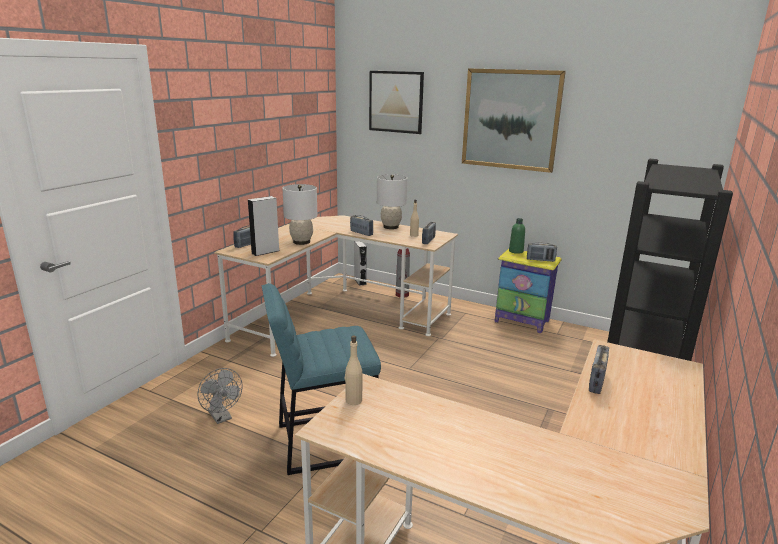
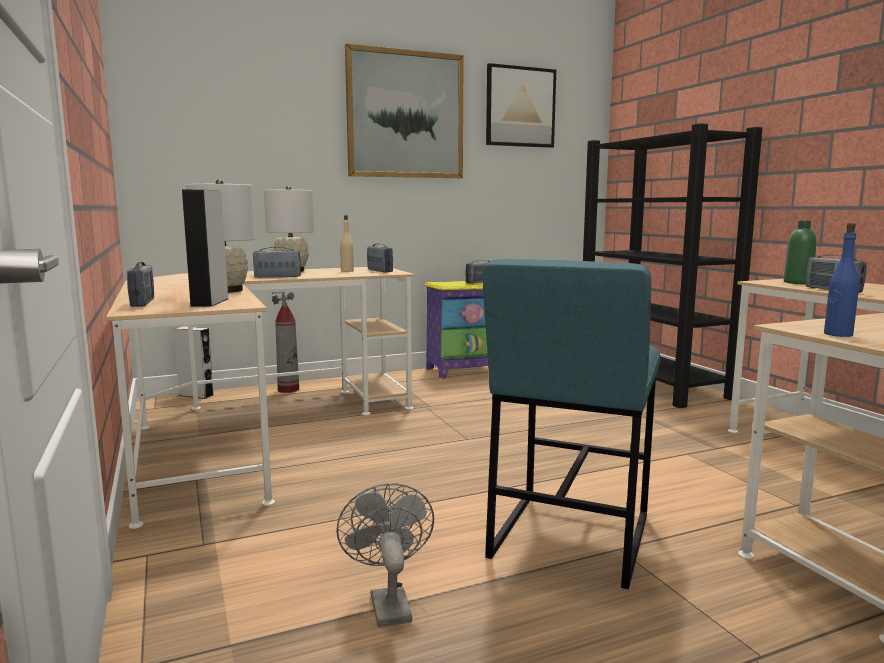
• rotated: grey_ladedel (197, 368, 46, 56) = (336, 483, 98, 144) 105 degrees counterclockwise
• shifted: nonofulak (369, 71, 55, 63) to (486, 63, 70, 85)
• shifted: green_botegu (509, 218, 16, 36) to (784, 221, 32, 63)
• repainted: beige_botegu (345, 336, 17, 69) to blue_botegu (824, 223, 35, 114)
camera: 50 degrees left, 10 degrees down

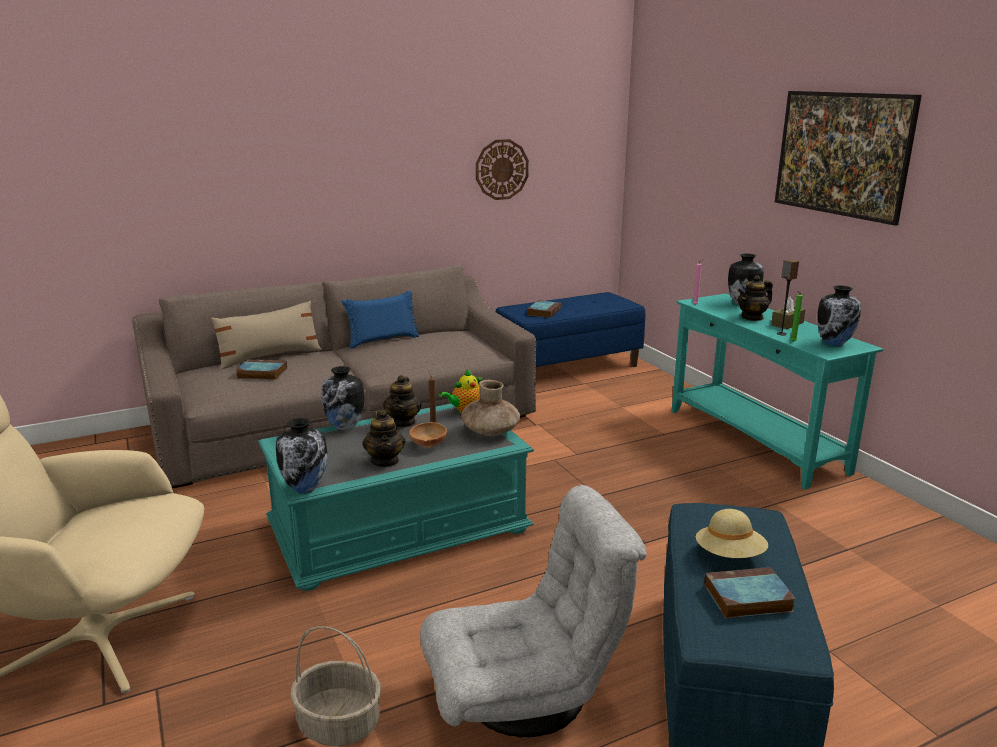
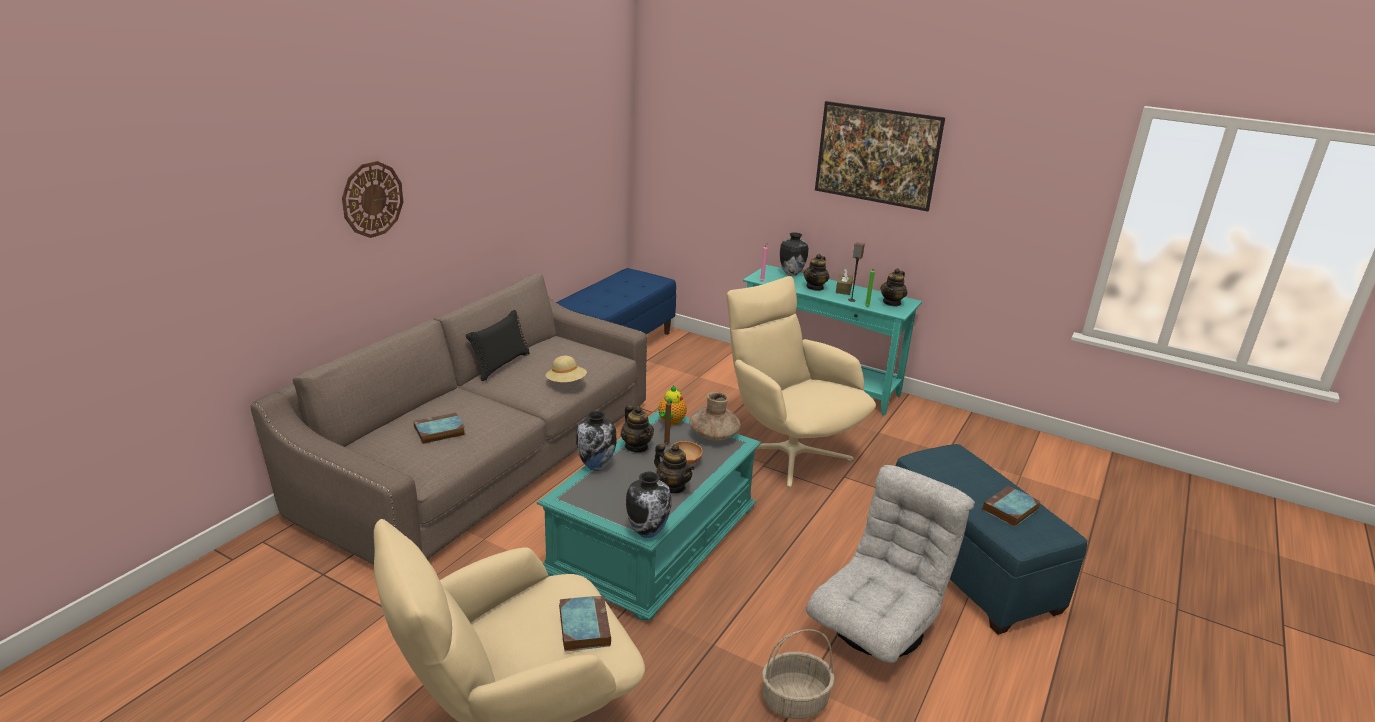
• shifted: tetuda (476, 139, 53, 61) to (342, 161, 61, 77)
• repainted: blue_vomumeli (342, 291, 77, 57) to black_vomumeli (466, 310, 64, 71)
• shifted: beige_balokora (696, 509, 72, 49) to (546, 356, 41, 26)
• shifted: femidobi (527, 300, 34, 18) to (559, 595, 52, 57)
• new: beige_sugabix (727, 276, 149, 212)
• swapped: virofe (817, 285, 44, 61) to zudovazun (881, 268, 26, 39)
• gone: beige_vomumeli (211, 301, 111, 69)
camera: 35 degrees left, 5 degrees up

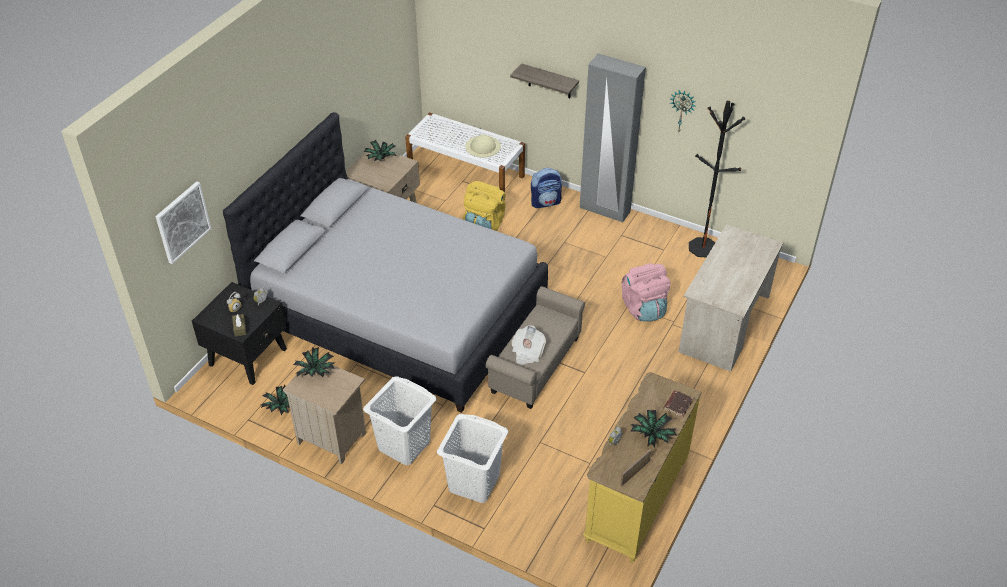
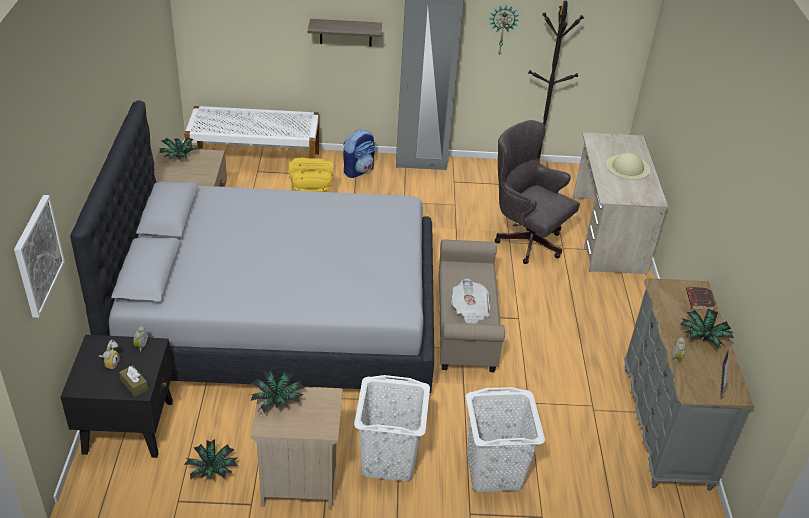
• swapped: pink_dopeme (622, 263, 49, 59) to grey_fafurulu (495, 120, 85, 144)
• shifted: beige_balokora (465, 135, 36, 22) to (606, 153, 44, 27)
• repainted: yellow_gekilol (583, 372, 119, 191) to grey_gekilol (624, 278, 130, 213)
camera: 30 degrees left, 5 degrees down

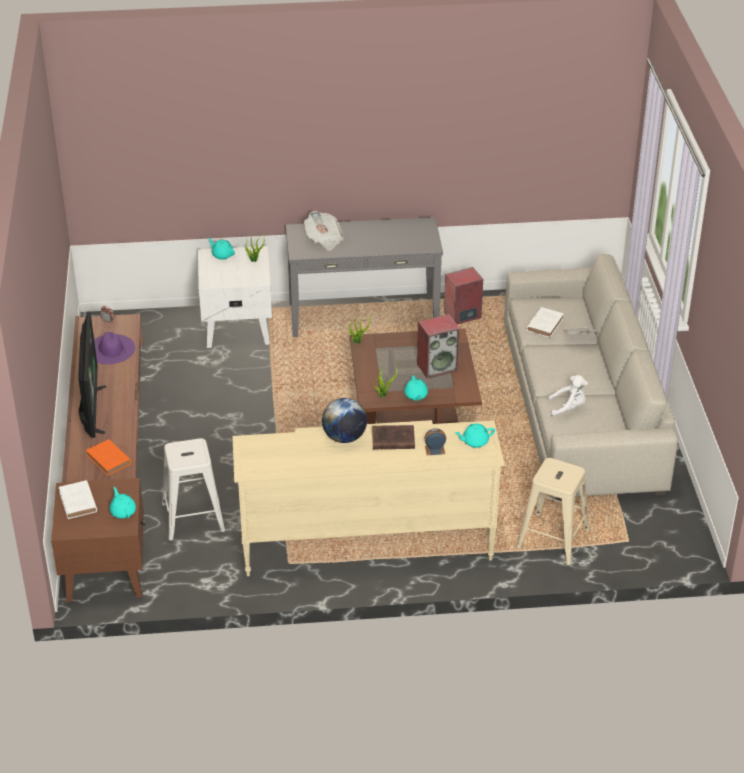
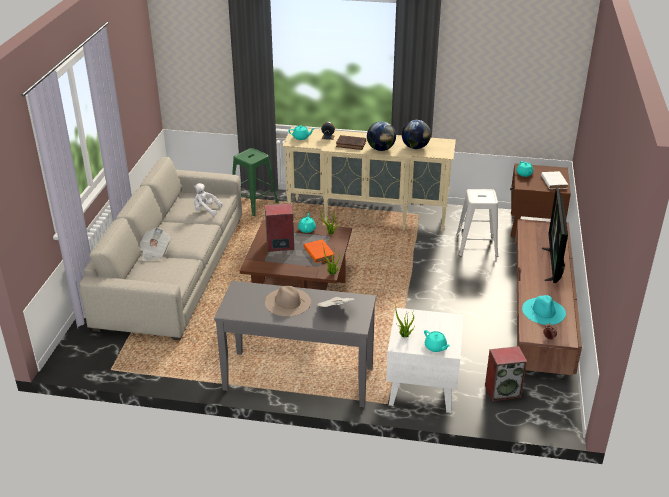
• repainted: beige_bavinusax (516, 458, 73, 108) to green_bavinusax (232, 148, 47, 68)
• new: beige_balokora (265, 286, 46, 31)
• shifted: orange_femidobi (86, 439, 45, 36) to (304, 239, 31, 24)
• new: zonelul (402, 120, 29, 29)
• shifted: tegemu (444, 267, 39, 58) to (485, 346, 42, 55)
• repainted: purple_balokora (94, 332, 41, 32) to turquoise_balokora (522, 295, 44, 30)
• gone: white_femidobi (526, 307, 38, 30)
camera: 165 degrees left, 5 degrees down

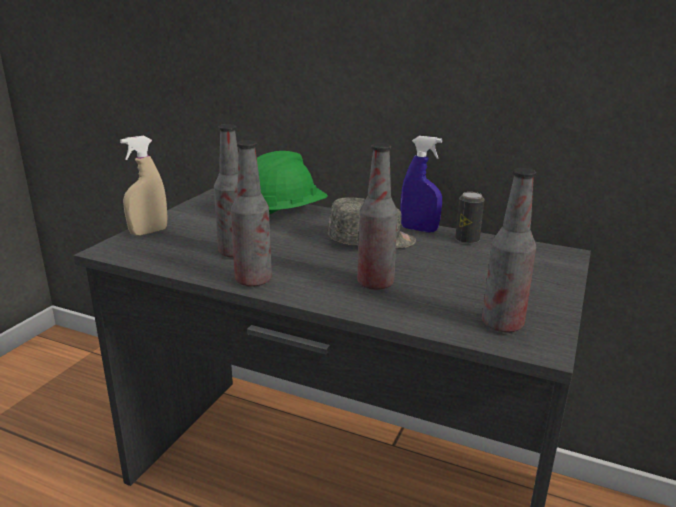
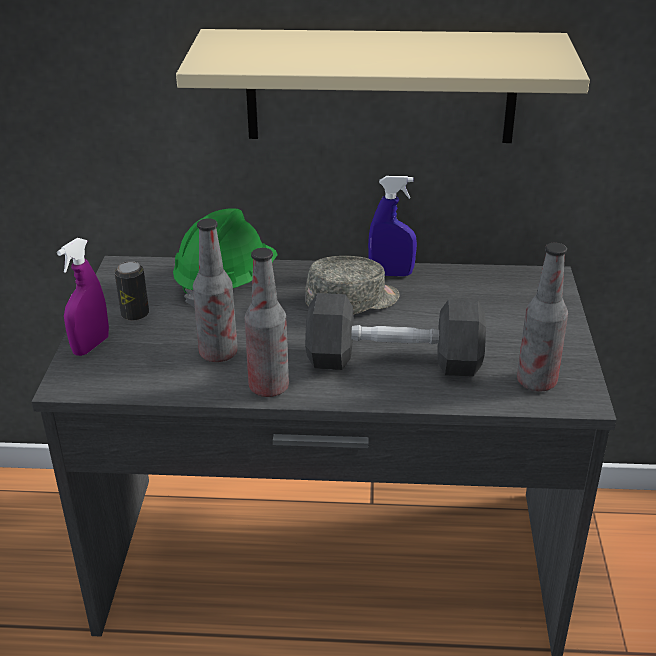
• repainted: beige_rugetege (120, 136, 48, 100) to purple_rugetege (57, 238, 52, 118)
• shifted: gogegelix (455, 192, 30, 52) to (115, 261, 34, 60)
• new: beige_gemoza (176, 29, 414, 114)
• swapped: botegu (357, 143, 41, 147) to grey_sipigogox (305, 293, 181, 84)
camera: 20 degrees left, 10 degrees up

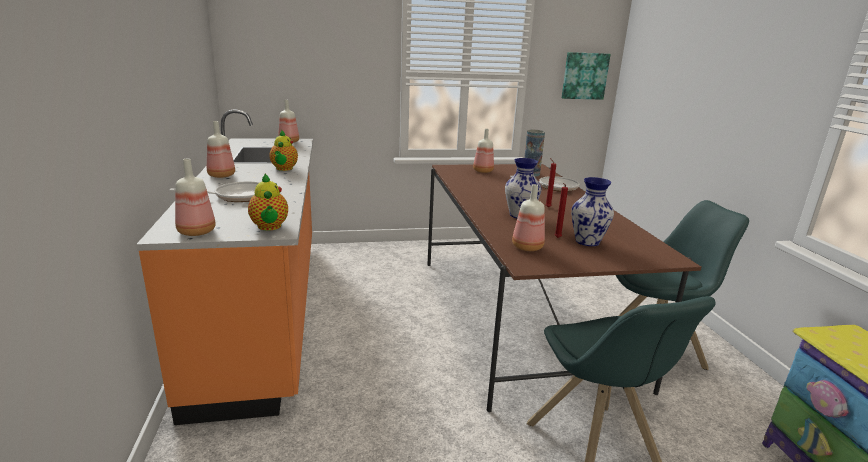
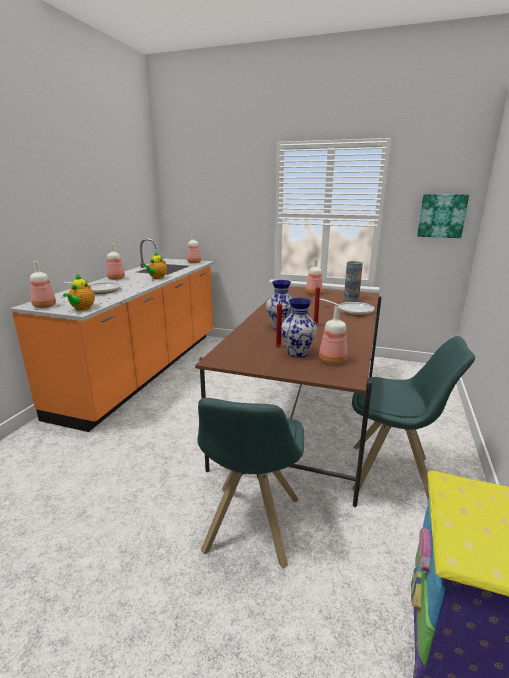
• shifted: botegu (512, 184, 33, 67) to (319, 306, 28, 58)
camera: 30 degrees right, 0 degrees up

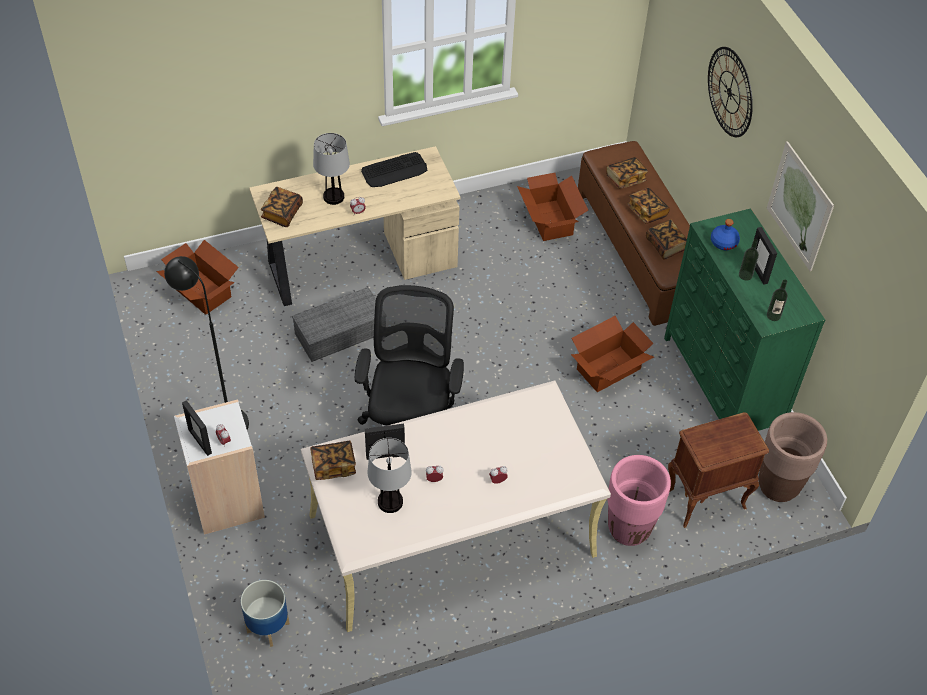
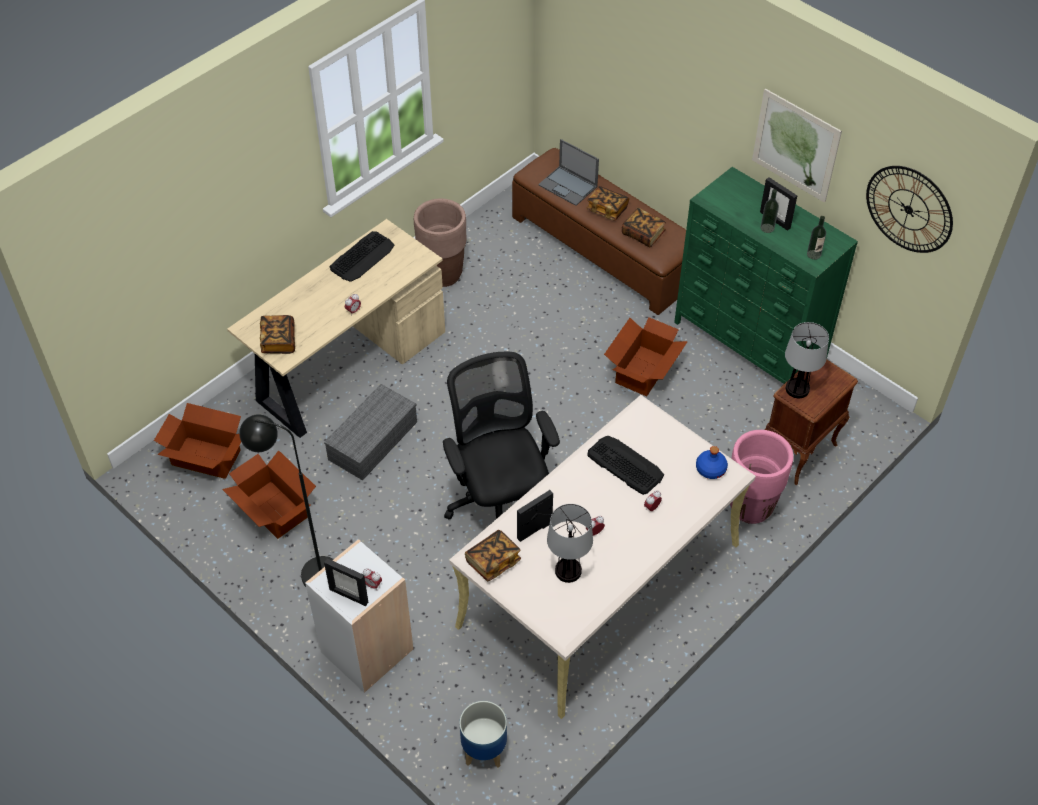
• shifted: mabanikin (517, 173, 71, 68) to (222, 450, 94, 89)
• shifted: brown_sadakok (759, 412, 68, 90) to (414, 198, 52, 89)
• swapped: femidobi (606, 157, 42, 32) to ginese (538, 139, 61, 67)
• new: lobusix (587, 435, 77, 60)
• shifted: blue_botegu (711, 219, 29, 31) to (696, 446, 32, 33)
• shifted: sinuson (313, 133, 37, 72) to (785, 322, 44, 76)
• shifted: tetuda (708, 47, 45, 90) to (866, 166, 87, 87)
camera: 25 degrees left, 0 degrees up

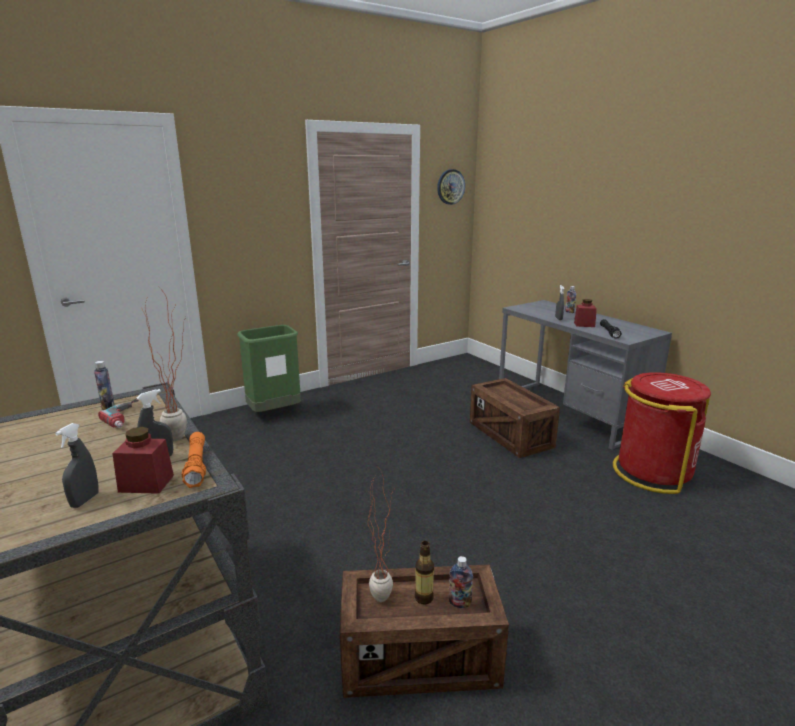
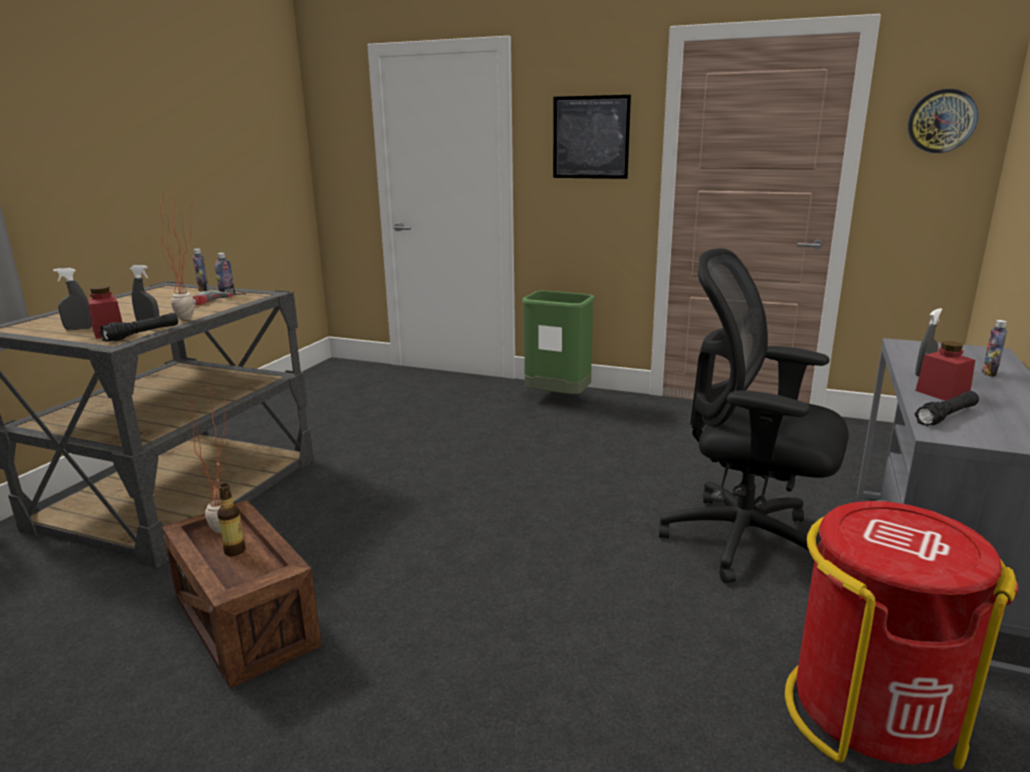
• repainted: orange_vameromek (182, 432, 24, 56) to black_vameromek (99, 313, 79, 29)
• shifted: botegu (448, 556, 25, 52) to (193, 249, 16, 43)
• new: nonofulak (553, 95, 78, 84)
• swapped: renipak (470, 378, 90, 80) to black_fafurulu (659, 248, 190, 335)
camera: 55 degrees right, 0 degrees up

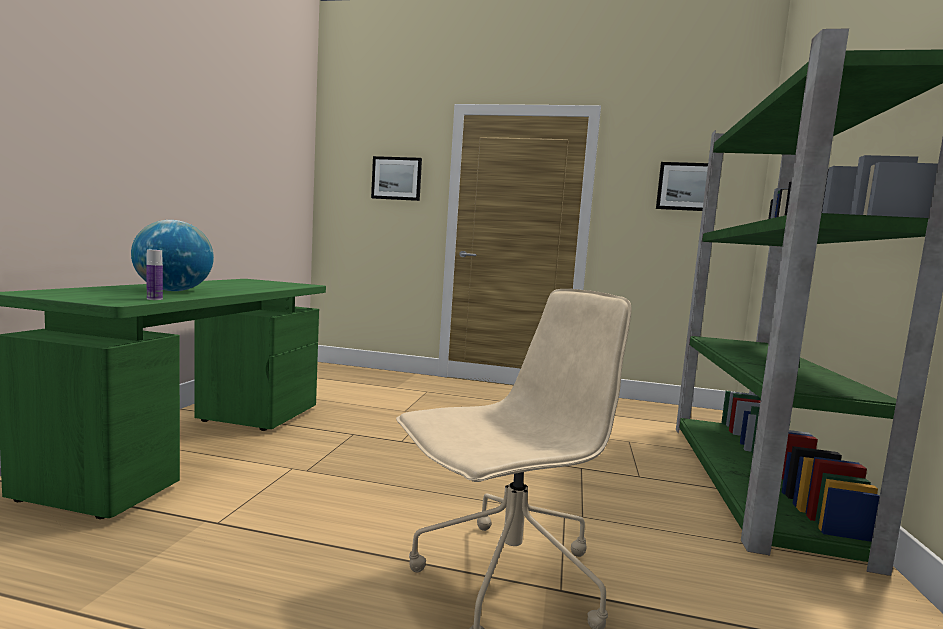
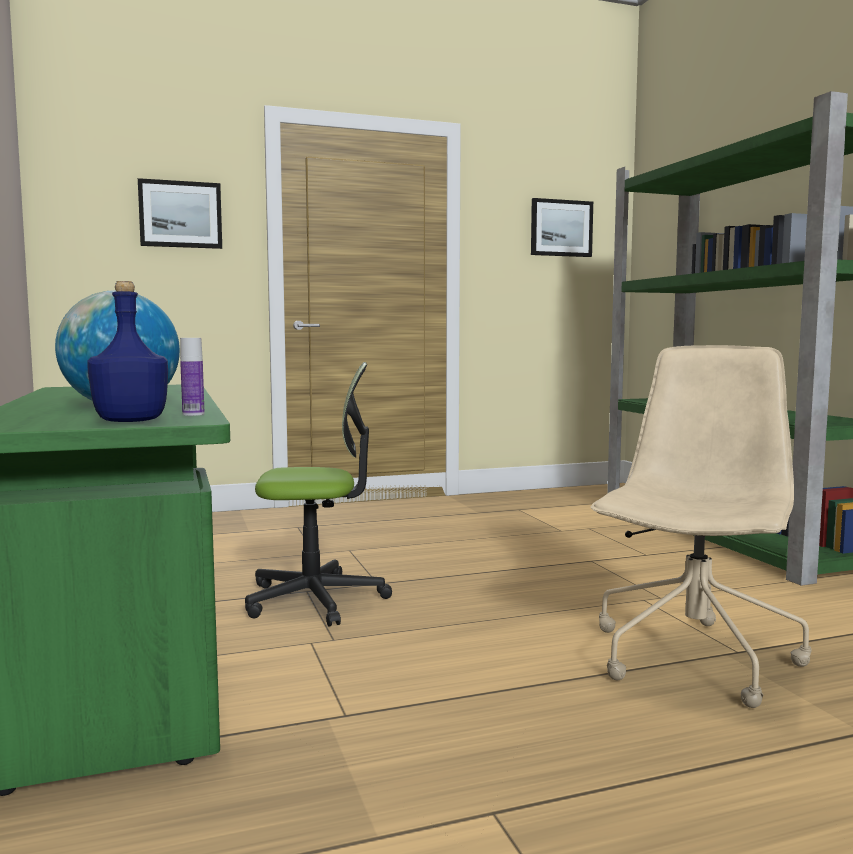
• new: blue_botegu (88, 281, 80, 141)
• new: fafurulu (245, 362, 147, 264)
camera: 30 degrees left, 0 degrees up

